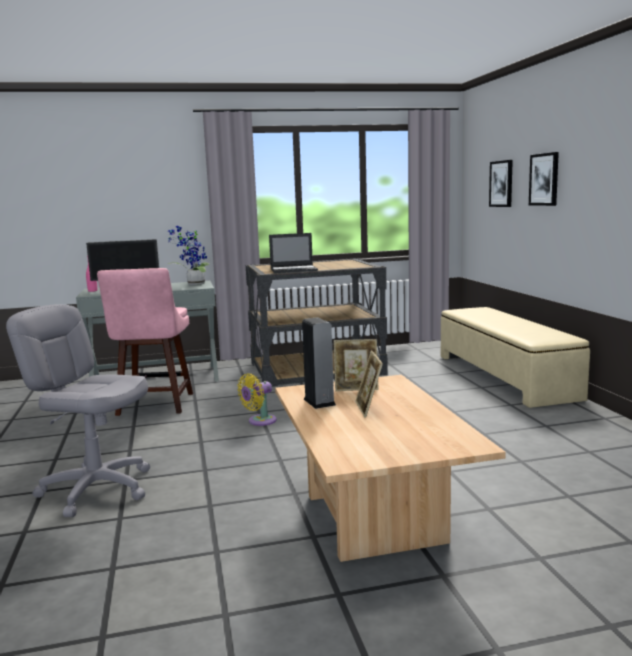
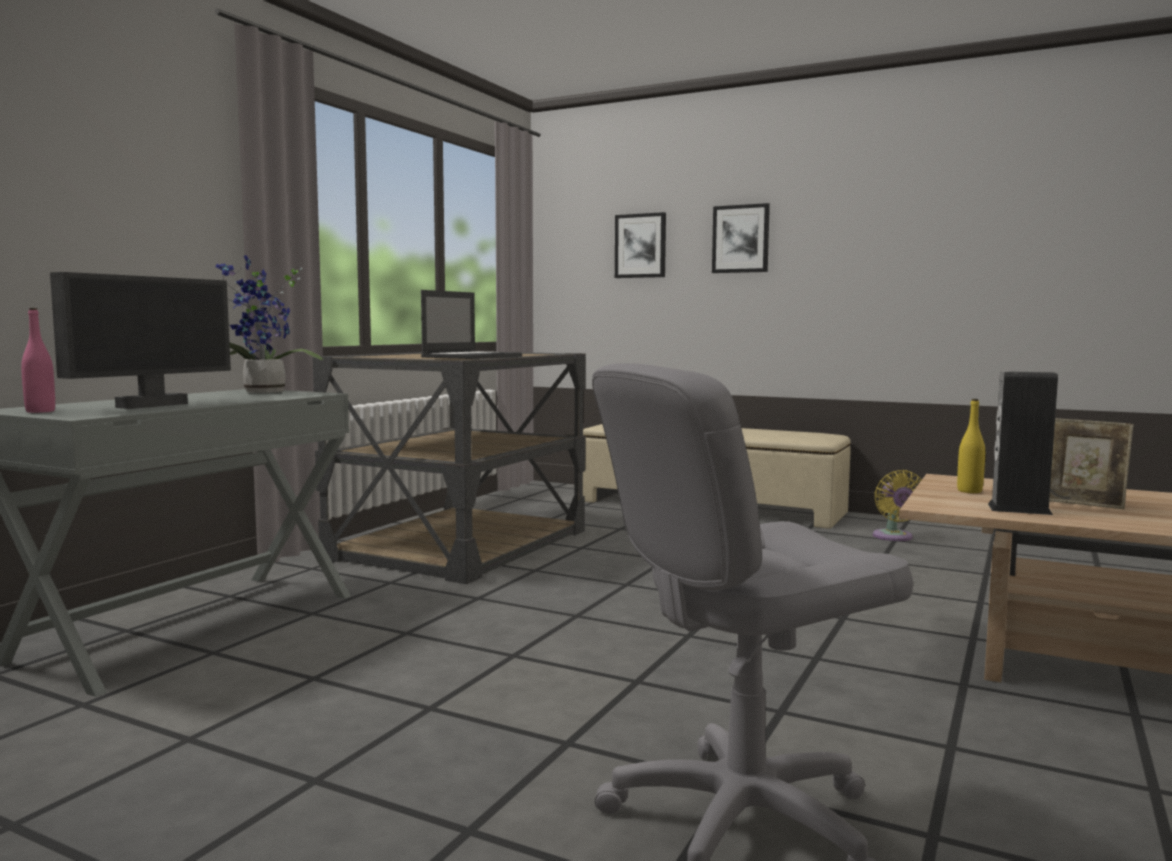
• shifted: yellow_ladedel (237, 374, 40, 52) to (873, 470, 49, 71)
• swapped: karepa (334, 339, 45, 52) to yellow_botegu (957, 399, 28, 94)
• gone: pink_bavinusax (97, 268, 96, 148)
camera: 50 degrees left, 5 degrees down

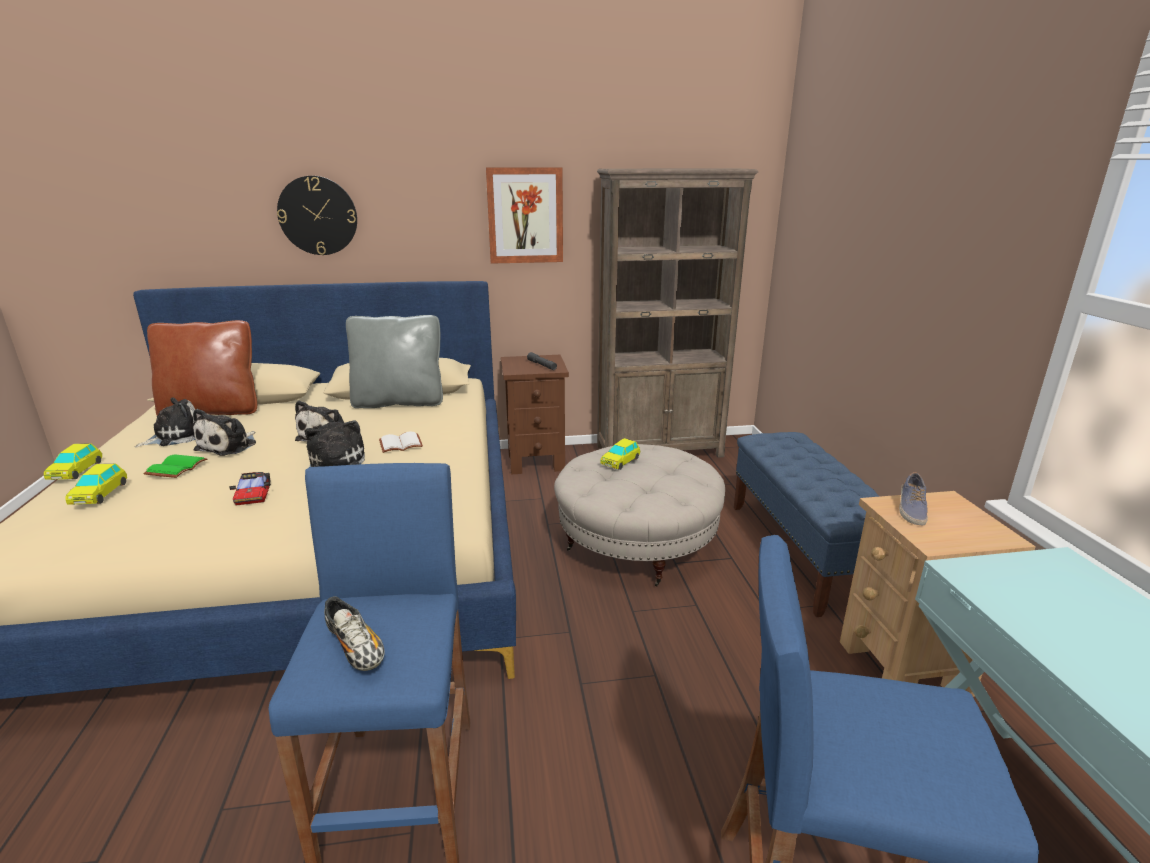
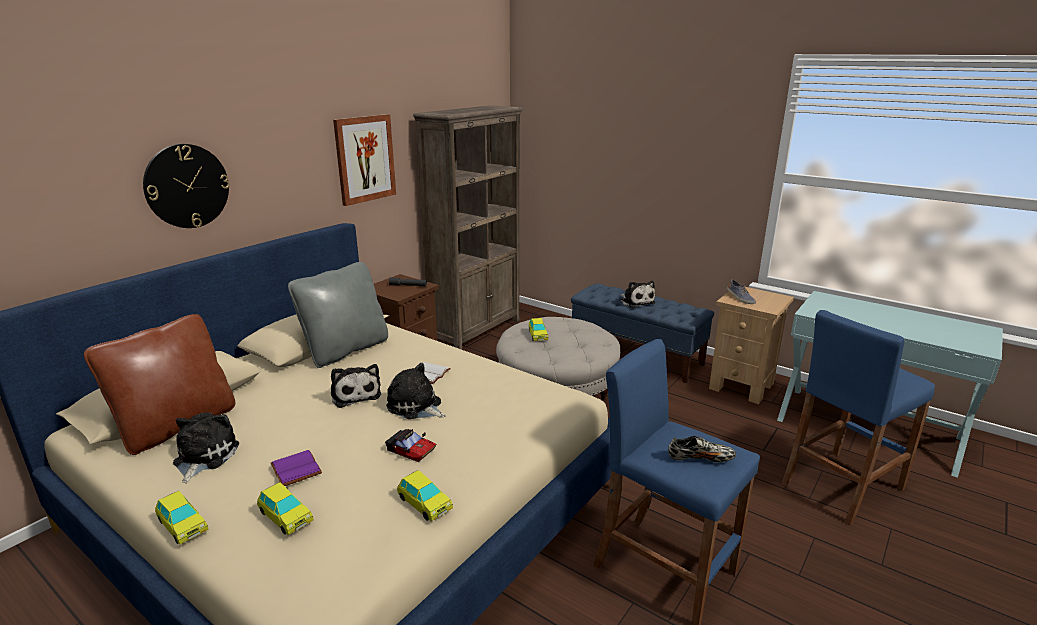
• repainted: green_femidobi (143, 454, 64, 24) to purple_femidobi (271, 450, 51, 36)
• new: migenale (397, 470, 56, 51)
• shifted: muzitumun (193, 409, 63, 47) to (619, 281, 36, 27)
camera: 45 degrees left, 0 degrees up

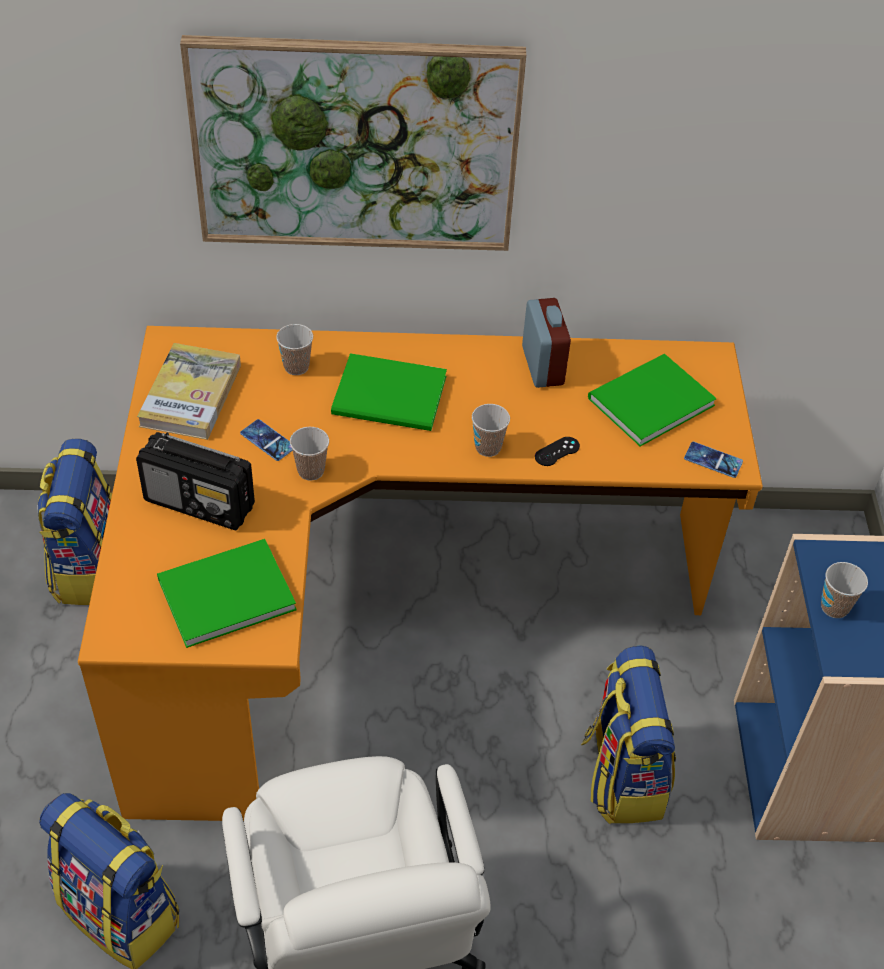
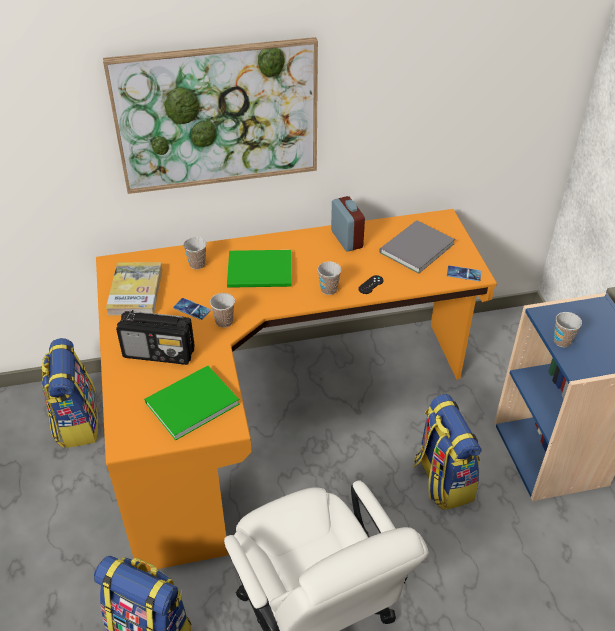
• repainted: green_femidobi (588, 354, 129, 92) to grey_femidobi (379, 220, 76, 54)
camera: 10 degrees left, 5 degrees down

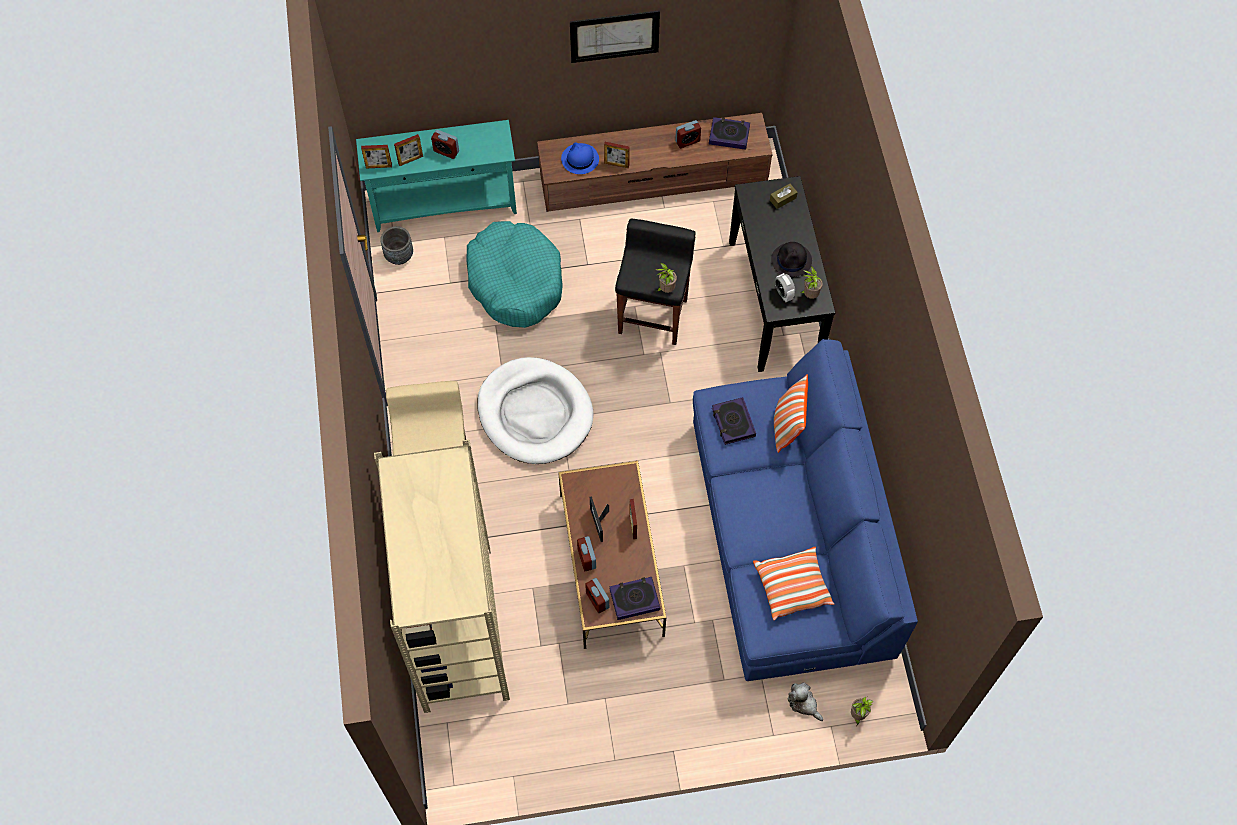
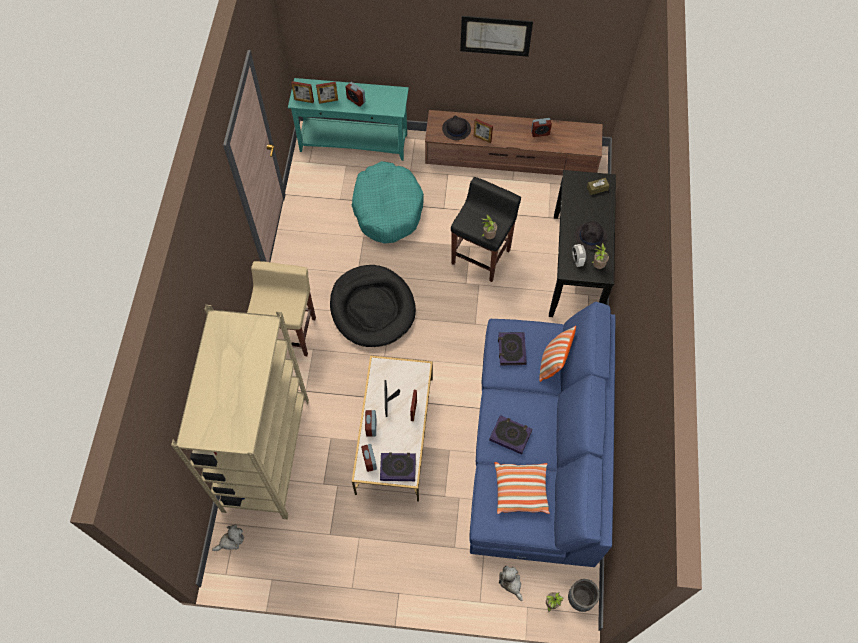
• new: muzitumun (212, 525, 32, 26)
• repainted: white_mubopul (478, 357, 116, 107) to black_mubopul (330, 265, 86, 82)
• repainted: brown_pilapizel (558, 461, 108, 188) to white_pilapizel (352, 356, 81, 146)
• repainted: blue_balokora (561, 142, 38, 32) to black_balokora (442, 115, 29, 25)
• shifted: femidobi (709, 117, 41, 33) to (489, 415, 44, 40)
• shifted: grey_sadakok (380, 226, 33, 39) to (568, 579, 32, 33)
camera: 15 degrees right, 0 degrees up

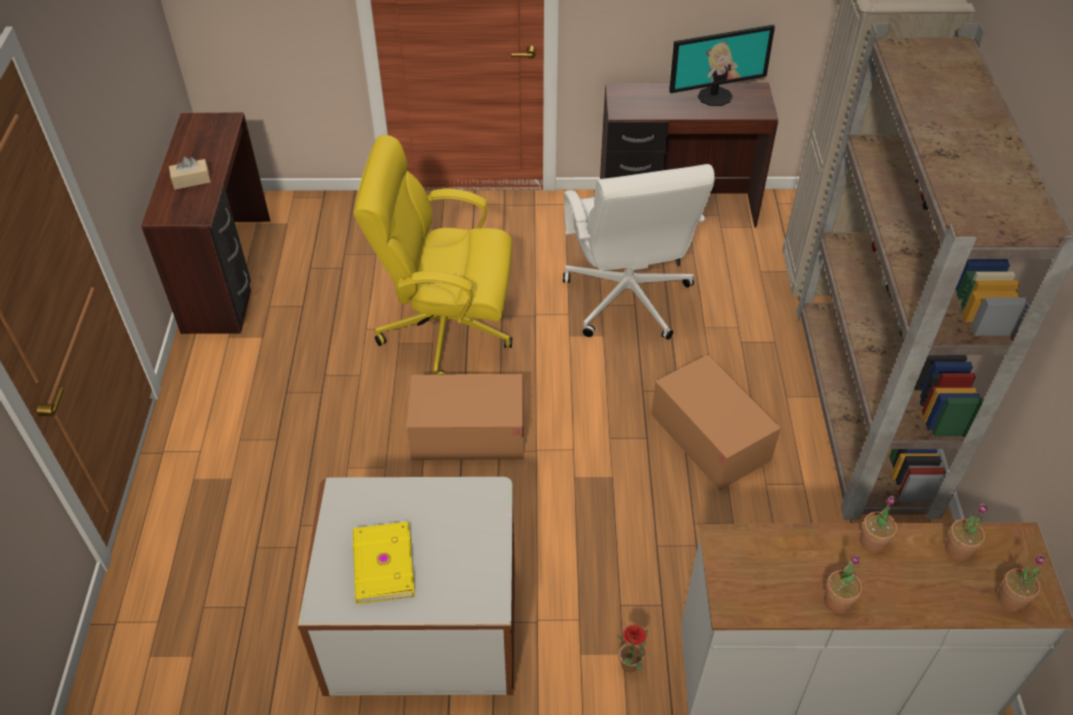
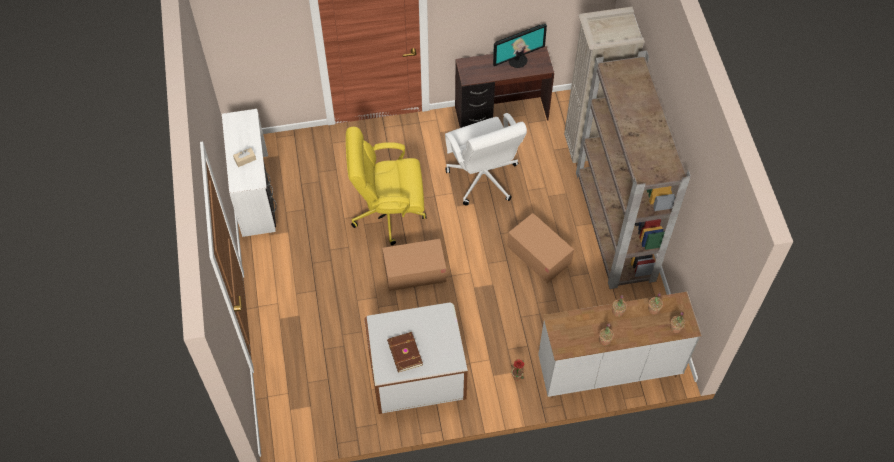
• repainted: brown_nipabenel (141, 112, 129, 222) to white_nipabenel (222, 109, 55, 128)
• repainted: yellow_femidobi (353, 521, 62, 83) to brown_femidobi (387, 332, 36, 40)
camera: 10 degrees left, 10 degrees up

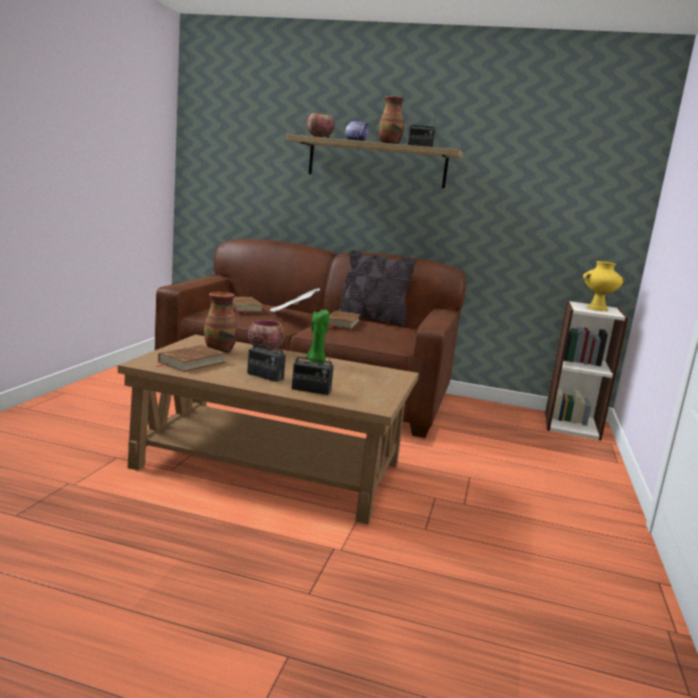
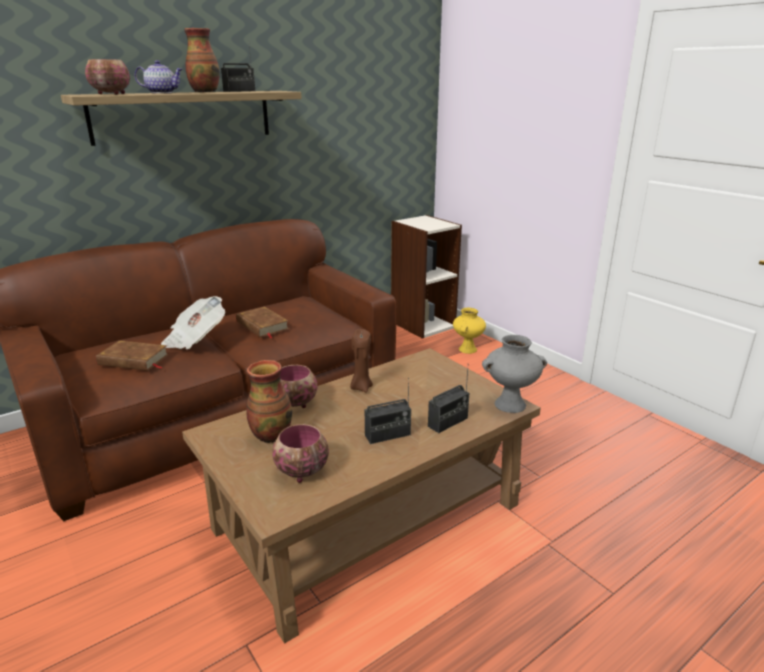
• swapped: brown_femidobi (156, 345, 69, 27) to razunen (272, 424, 57, 59)
• repainted: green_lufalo (306, 310, 23, 54) to brown_lufalo (350, 329, 23, 63)
• shifted: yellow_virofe (583, 261, 41, 50) to (453, 308, 33, 46)
• new: grey_virofe (482, 335, 65, 78)
• gone: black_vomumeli (339, 250, 77, 77)
camera: 50 degrees left, 10 degrees up

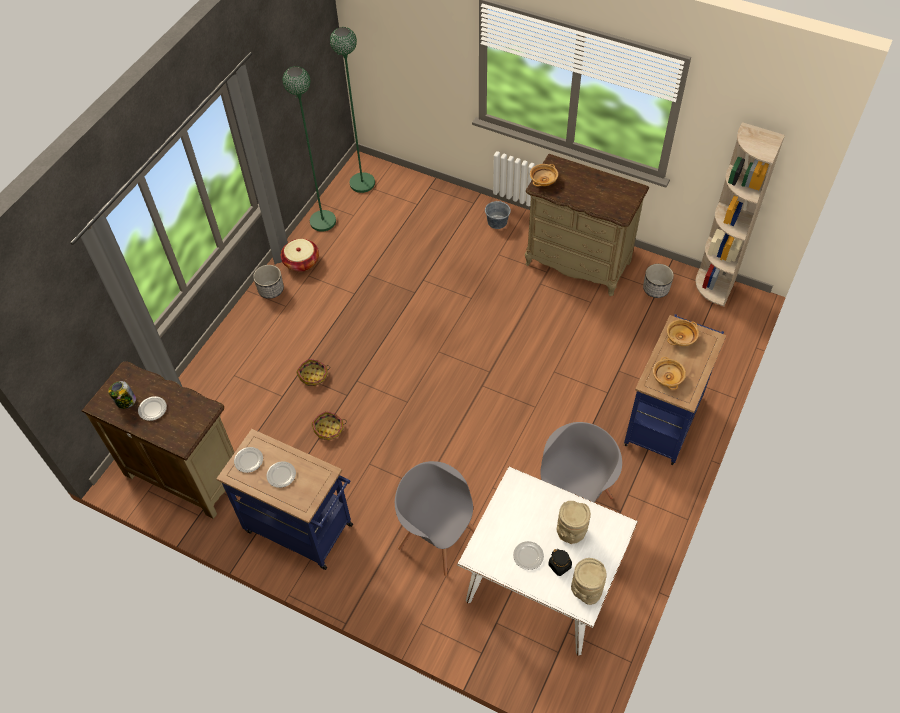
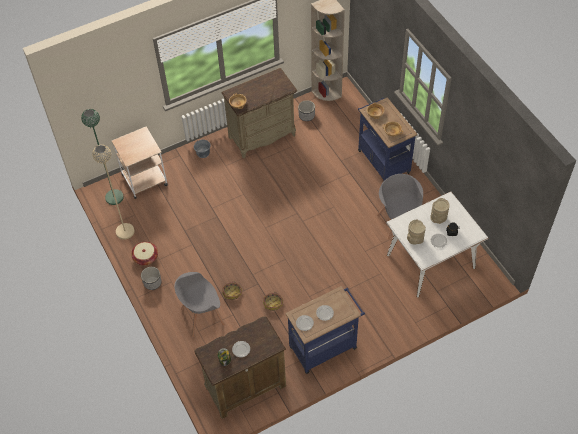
• repainted: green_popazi (282, 66, 54, 166) to beige_popazi (92, 145, 42, 95)
• new: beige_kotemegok (112, 127, 56, 72)
• shifted: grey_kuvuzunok (395, 461, 80, 115) to (175, 272, 49, 65)
• shifted: beige_virofe (571, 558, 36, 47) to (407, 220, 19, 24)
camera: 55 degrees left, 0 degrees up

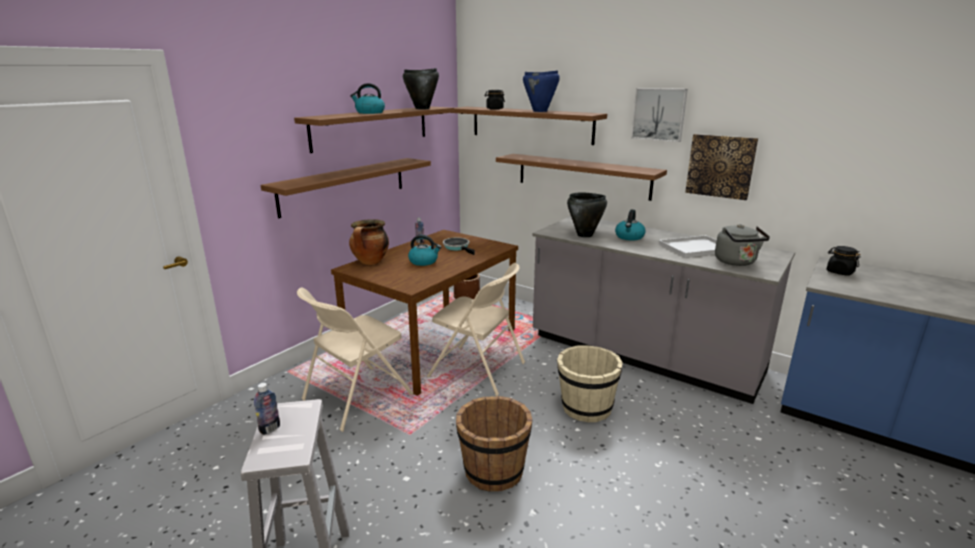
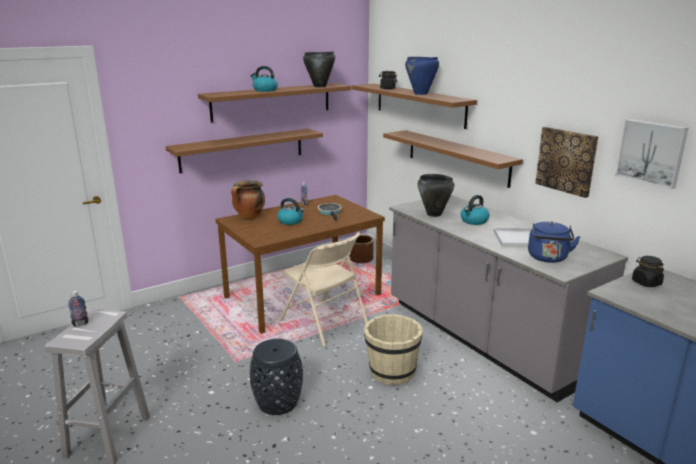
• swapped: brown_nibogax (456, 396, 77, 96) to black_bavinusax (250, 339, 53, 76)
• repainted: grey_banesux (715, 224, 55, 42) to blue_banesux (528, 221, 52, 42)
• shifted: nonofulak (631, 88, 57, 54) to (615, 119, 74, 70)
• gone: beige_kuvuzunok (297, 287, 116, 145)
camera: 20 degrees right, 0 degrees up

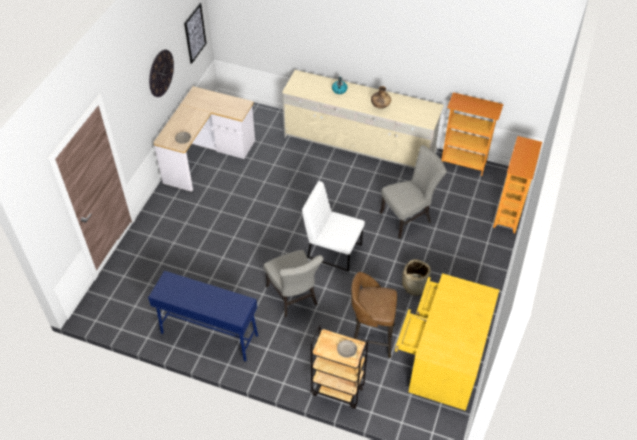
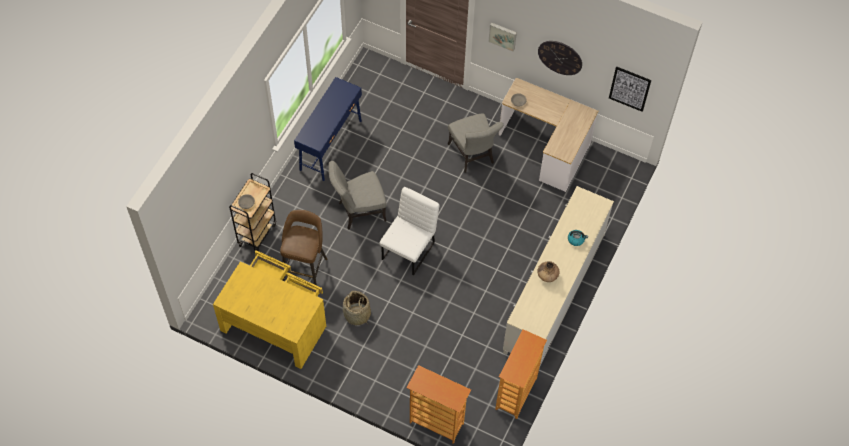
• shifted: grey_kuvuzunok (380, 145, 67, 94) to (448, 113, 56, 60)
• new: nonofulak (488, 22, 29, 30)
camera: 95 degrees right, 10 degrees up

